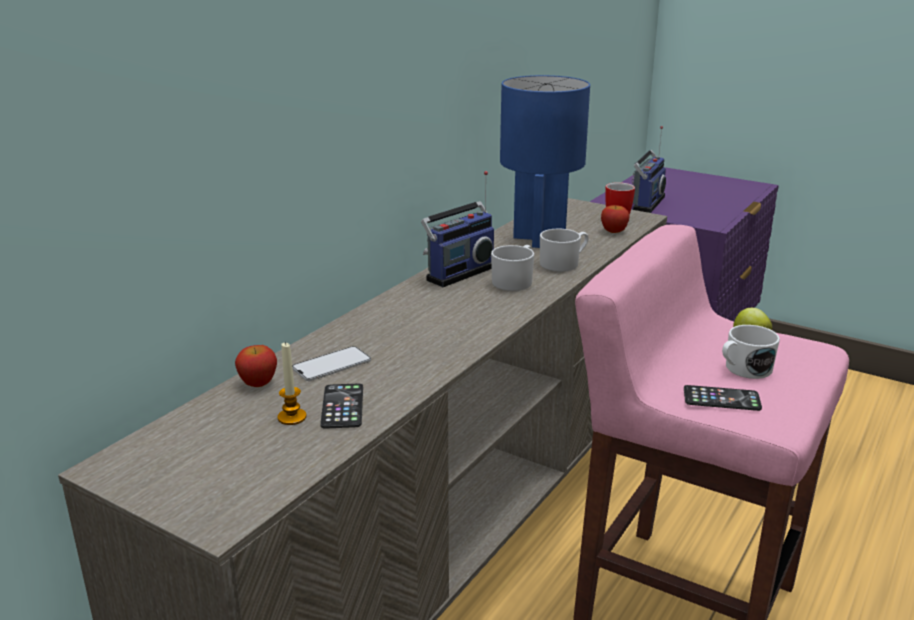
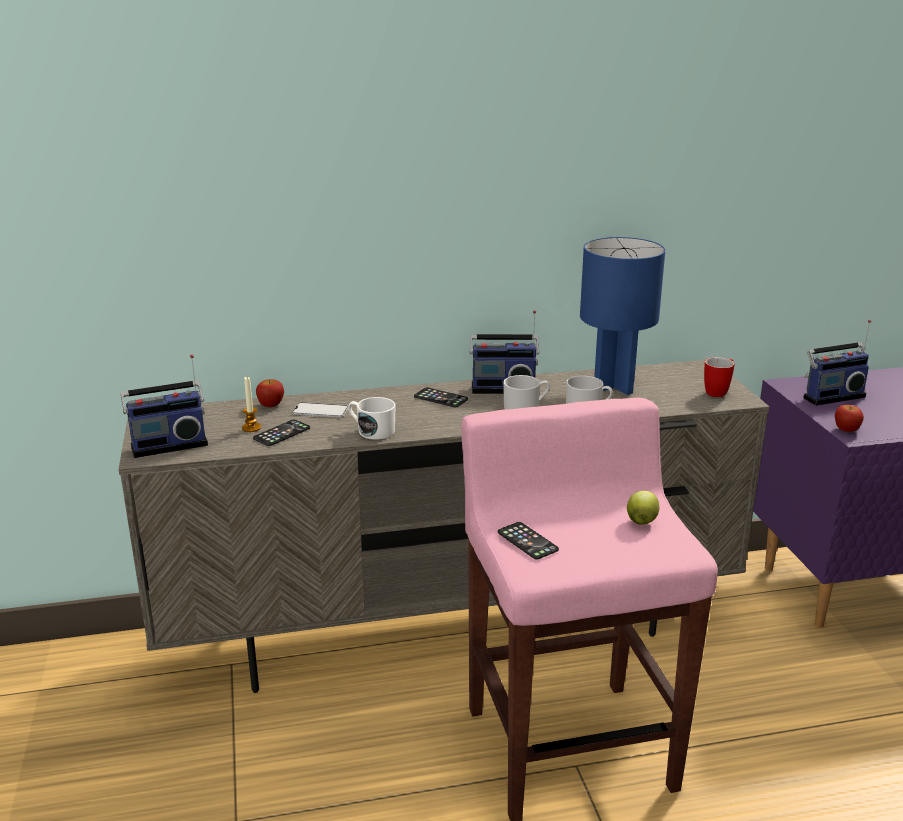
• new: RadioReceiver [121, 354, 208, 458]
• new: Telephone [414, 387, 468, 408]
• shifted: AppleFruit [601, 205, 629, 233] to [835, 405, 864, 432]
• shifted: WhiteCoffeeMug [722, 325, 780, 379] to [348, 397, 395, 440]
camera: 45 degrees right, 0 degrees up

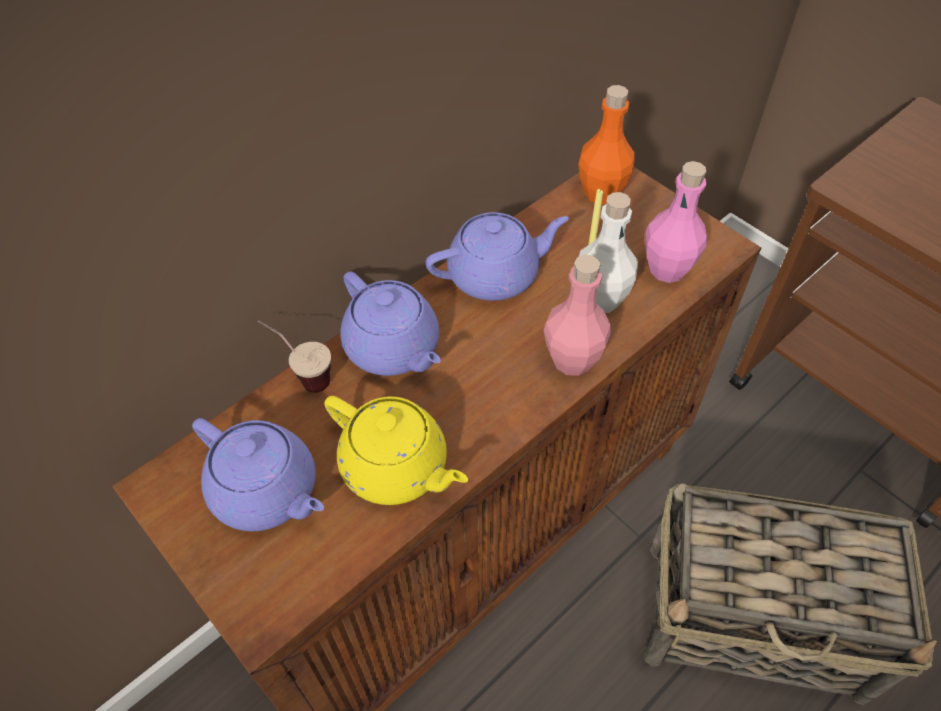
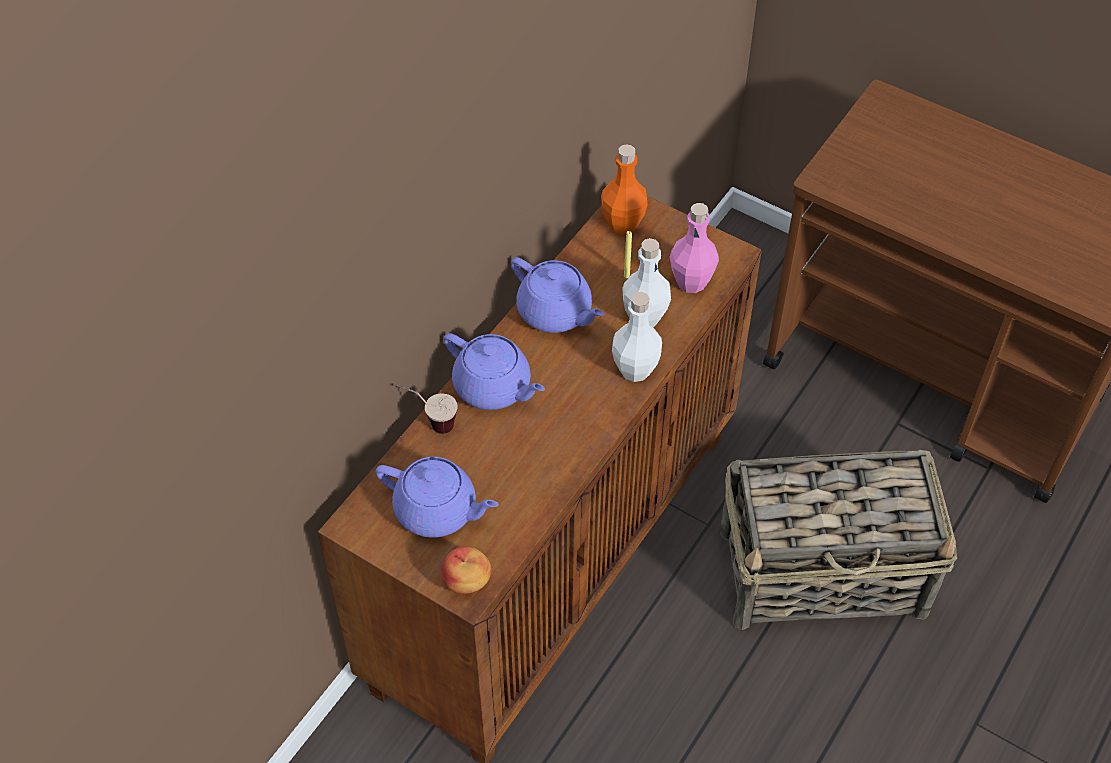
• gone: YellowTeapot [324, 396, 468, 505]
• new: AppleFruit [441, 546, 491, 594]
• repainted: PinkDrinkBottle [544, 255, 611, 376] to WhiteDrinkBottle [612, 292, 662, 382]
• rotated: PurplishTeapot [426, 212, 569, 301] = [511, 257, 604, 333] 75 degrees clockwise
camera: 15 degrees left, 0 degrees up

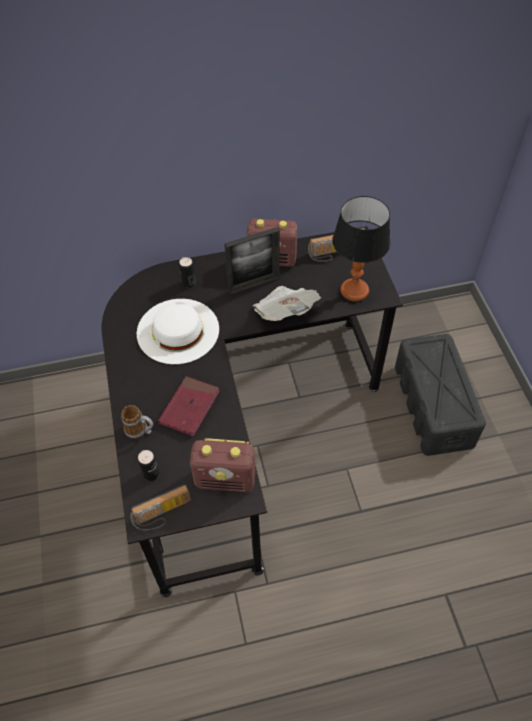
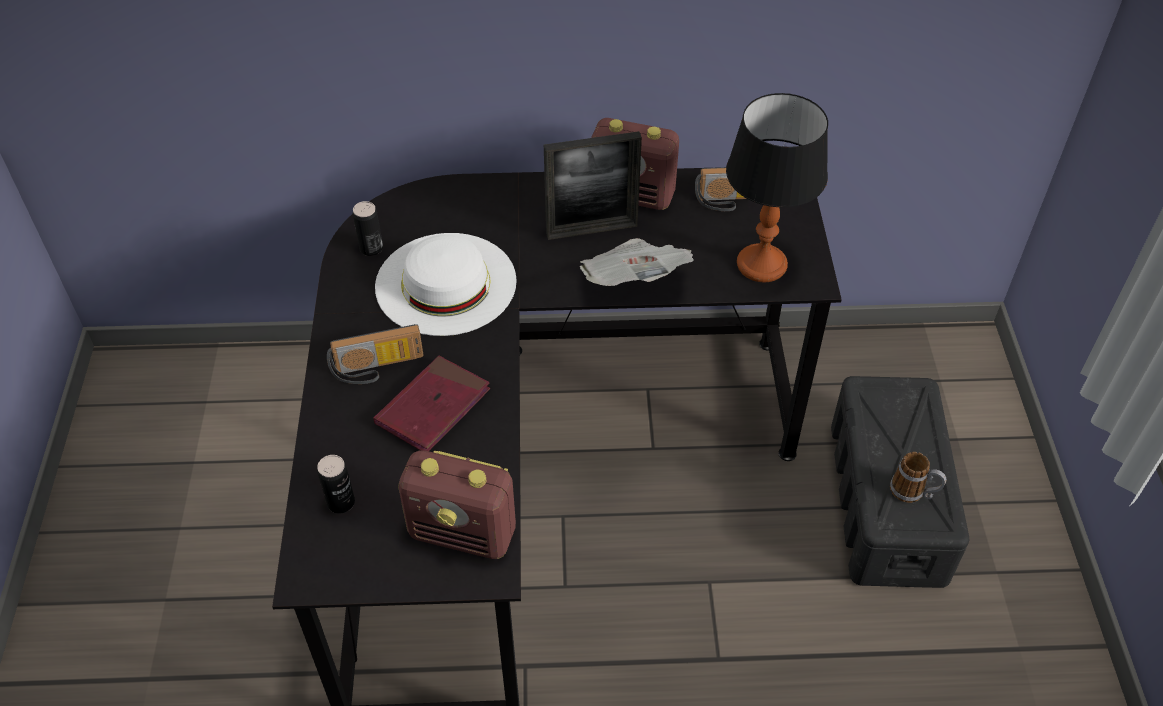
• shifted: CoffeeMug [121, 405, 153, 439] to [890, 452, 946, 503]
• shifted: RadioReceiver [130, 484, 191, 530] to [327, 324, 424, 384]
• shifted: MetalCan [179, 257, 196, 288] to [353, 201, 383, 256]
camera: 10 degrees right, 5 degrees down

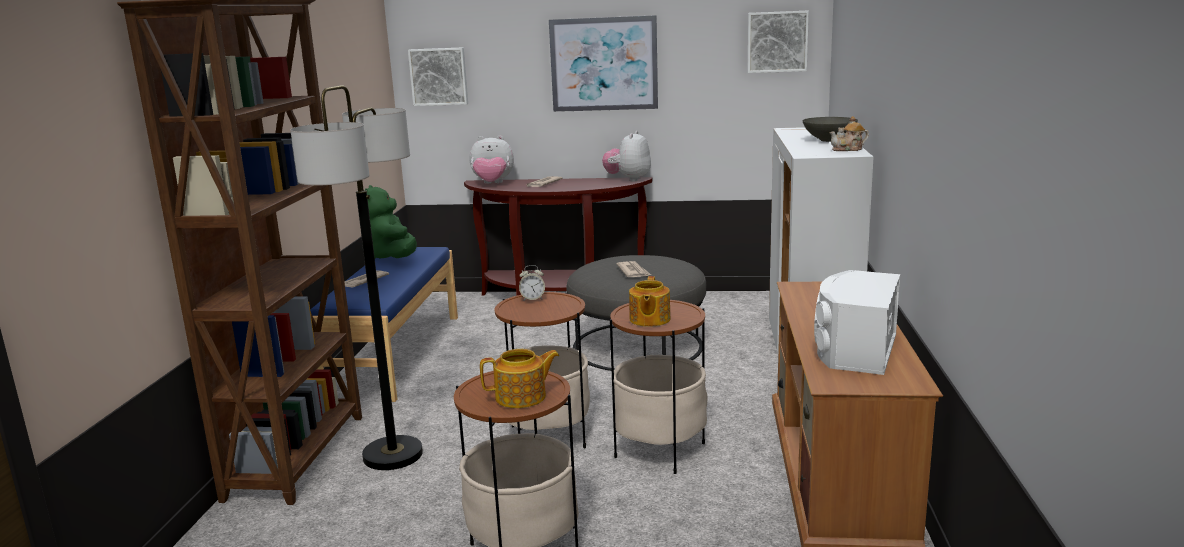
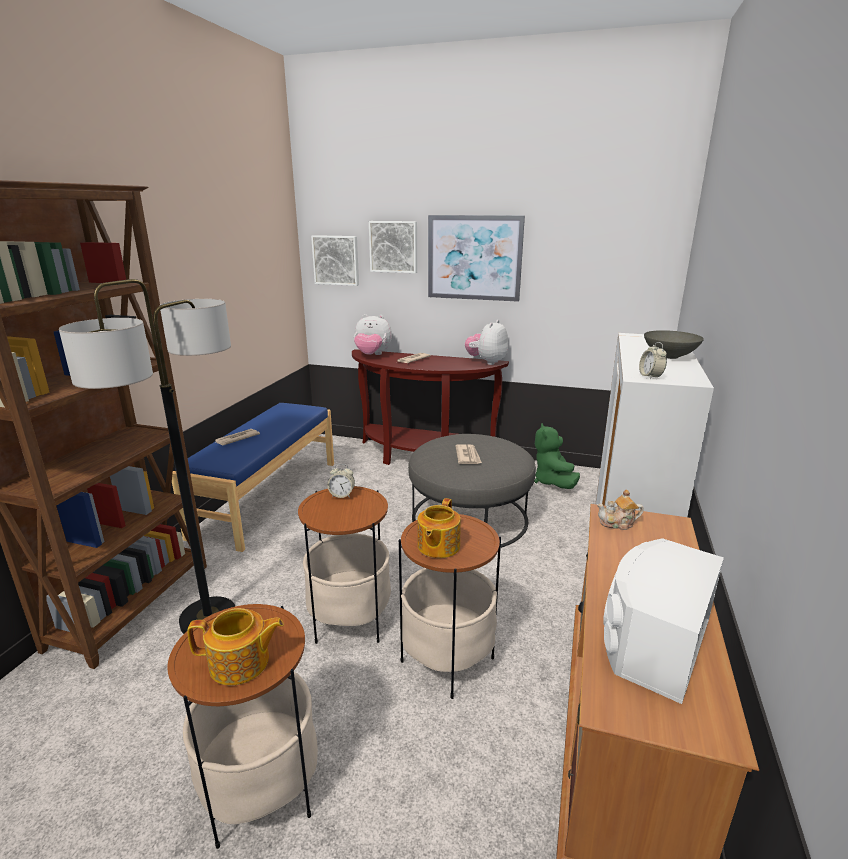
• new: BedsideClock [639, 342, 667, 380]
• shifted: GreenSoftToy [365, 185, 417, 258] to [534, 423, 580, 489]
• shifted: Picture [748, 11, 809, 73] to [369, 221, 417, 273]
• shifted: Teapot [829, 116, 869, 151] to [597, 489, 644, 530]
camera: 10 degrees right, 5 degrees up

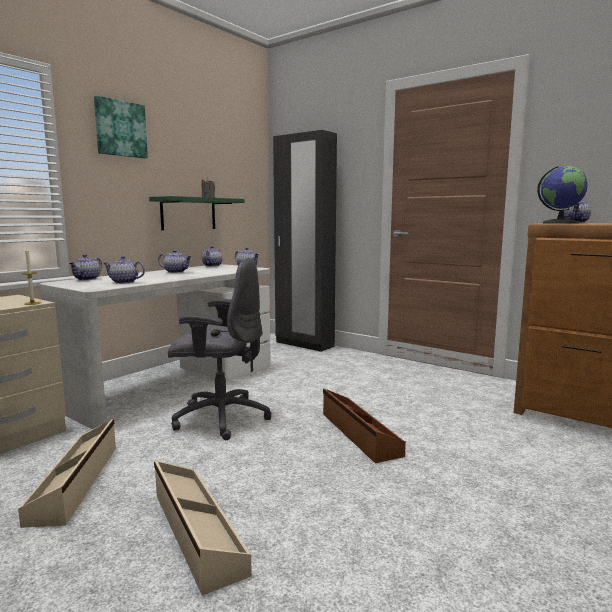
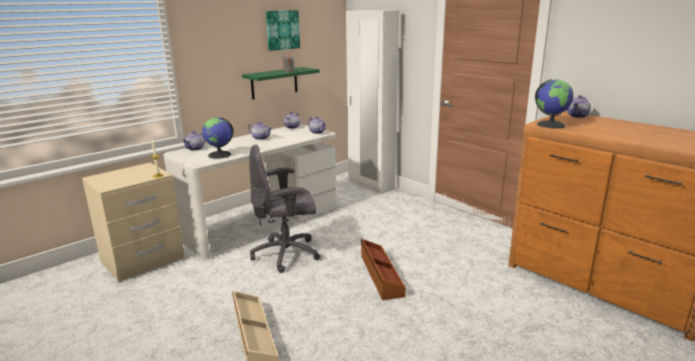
• gone: BeigeStorageBox [18, 419, 116, 528]
• shifted: Picture [94, 96, 148, 159] to [266, 10, 300, 51]
• swapped: Teapot [103, 256, 145, 284] to WorldGlobe [202, 117, 233, 159]
• repainted: BlackColouredWardrobe [273, 130, 337, 352] to WhiteWardrobe [346, 10, 399, 194]
• rotated: GreyDeskChair [168, 258, 272, 440] = [249, 144, 320, 273] 150 degrees clockwise
camera: 10 degrees right, 10 degrees up

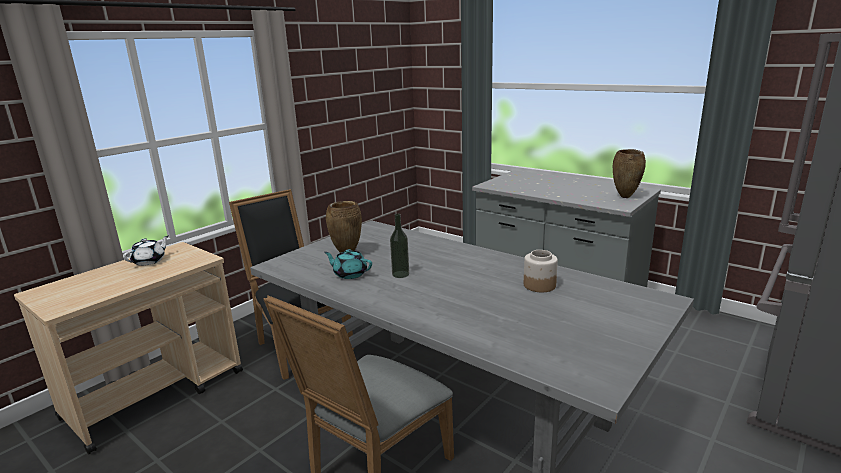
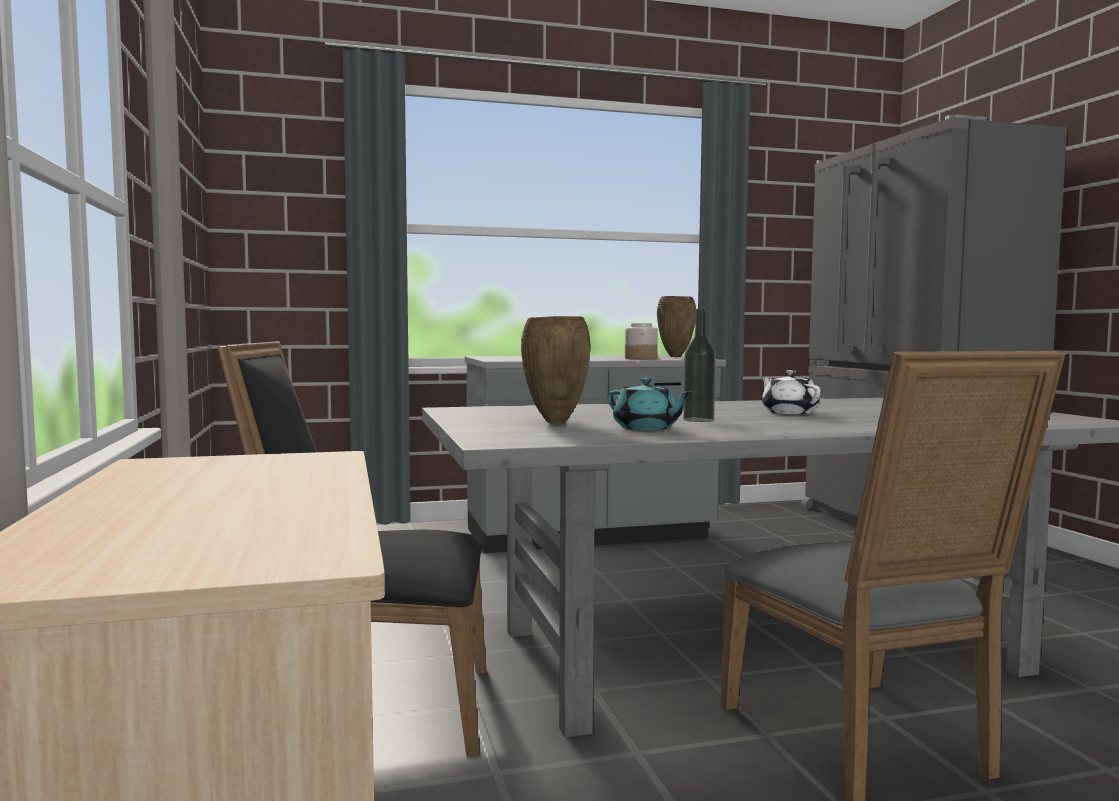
• shifted: WhiteTeapot [123, 235, 169, 266] to [761, 370, 821, 414]
• shifted: StorageJar [524, 250, 558, 292] to [625, 323, 658, 359]
• rotated: TurquoiseTeapot [324, 249, 372, 279] = [608, 378, 692, 430] 105 degrees counterclockwise
camera: 55 degrees left, 15 degrees down

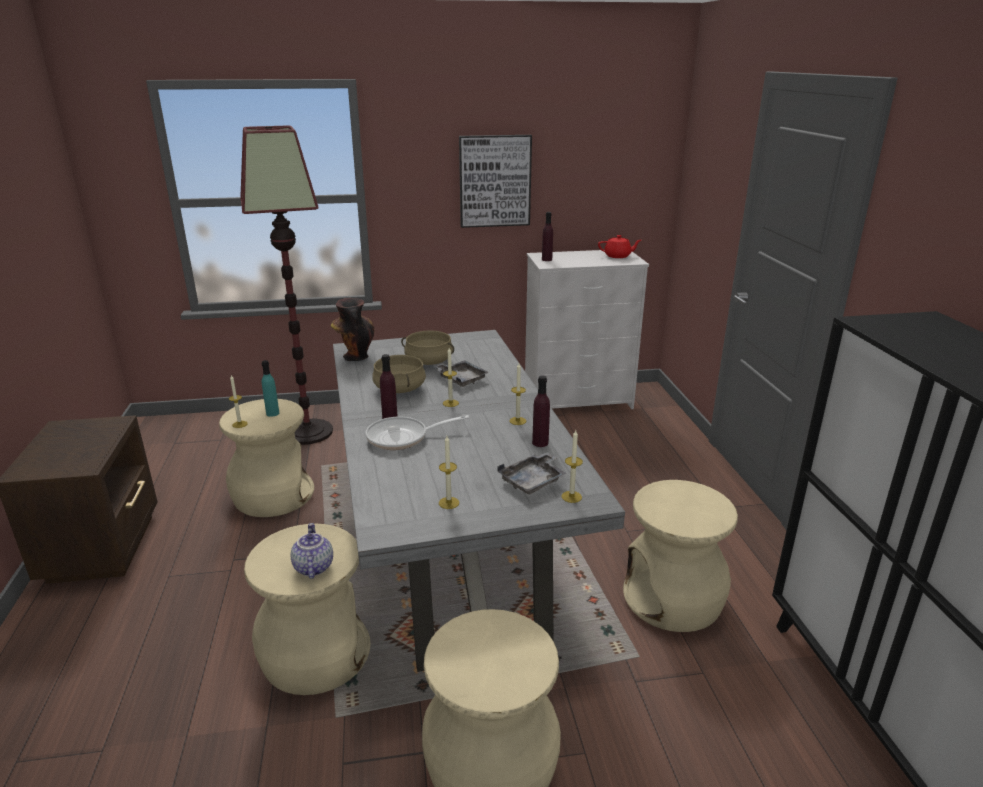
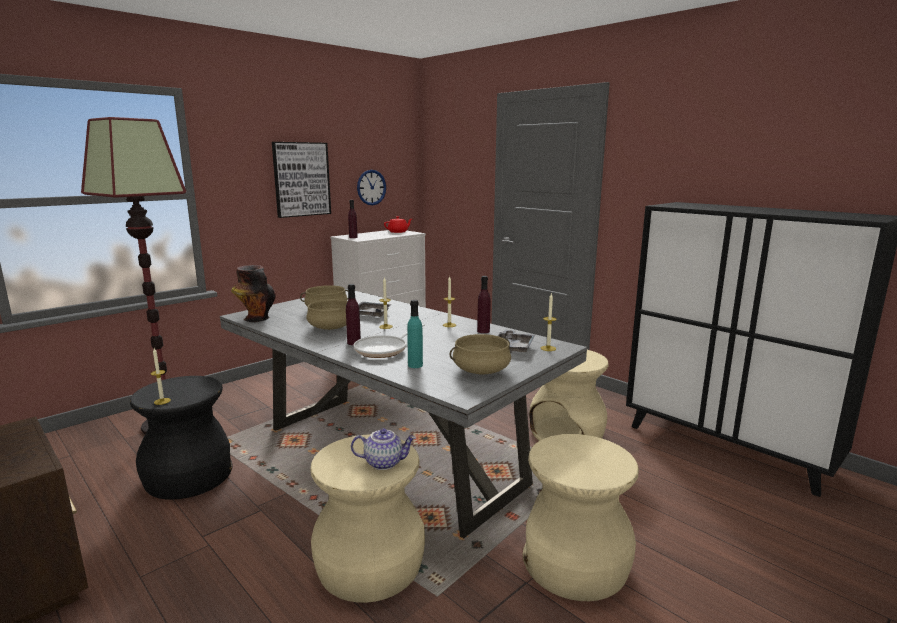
• new: HangingClock [357, 170, 386, 205]
• shifted: TurquoiseDrinkBottle [261, 360, 279, 417] to [407, 300, 423, 368]
• swapped: WaxLight [439, 436, 459, 509] to BeigeCookingPot [450, 334, 511, 374]
• repainted: BeigeStoolSeat [219, 399, 314, 517] to BlackColouredStoolSeat [130, 376, 233, 500]
• rotated: Teapot [291, 523, 333, 579] = [351, 428, 416, 470] 135 degrees clockwise
camera: 35 degrees left, 10 degrees down

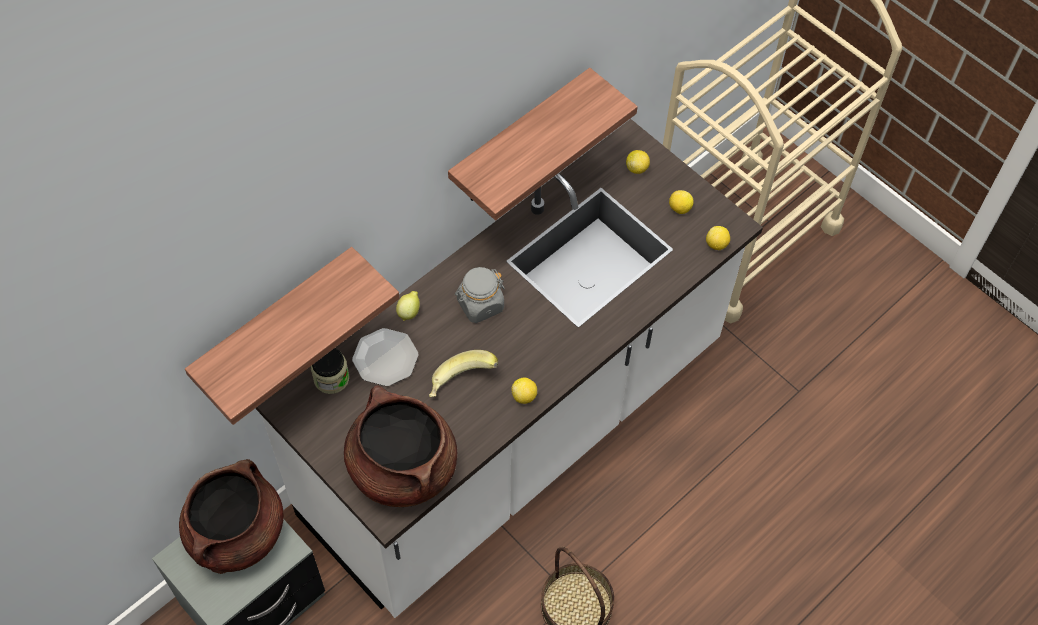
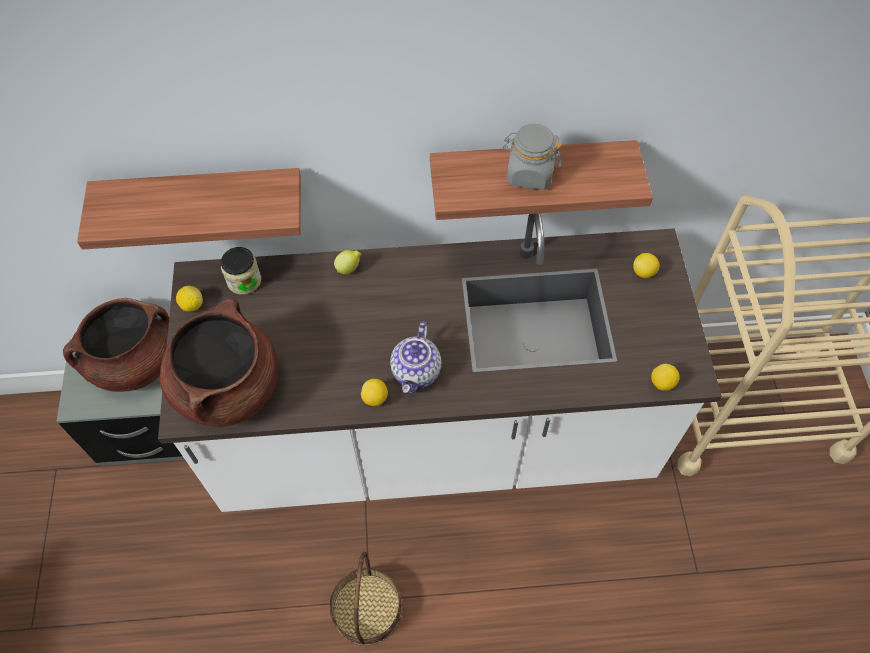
• gone: Plate [352, 328, 418, 386]
• gone: BananaFruit [429, 350, 498, 397]
• new: Teapot [390, 322, 441, 394]
• shifted: GreyStorageJar [455, 267, 505, 323] to [503, 124, 562, 190]
• shifted: Lemon [669, 190, 694, 214] to [176, 286, 203, 312]
camera: 40 degrees right, 0 degrees up

